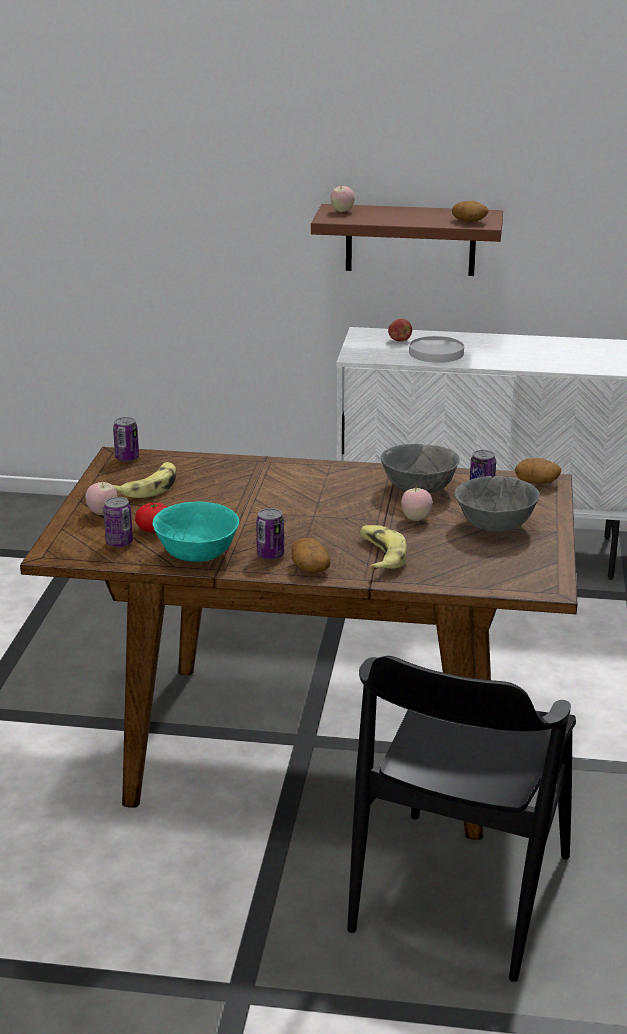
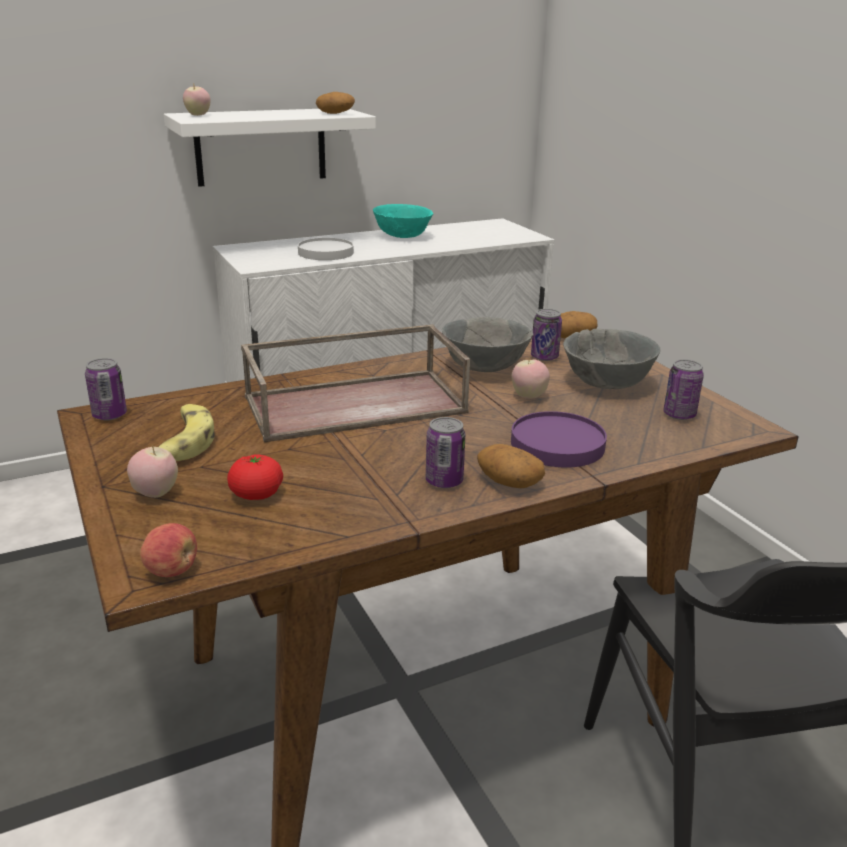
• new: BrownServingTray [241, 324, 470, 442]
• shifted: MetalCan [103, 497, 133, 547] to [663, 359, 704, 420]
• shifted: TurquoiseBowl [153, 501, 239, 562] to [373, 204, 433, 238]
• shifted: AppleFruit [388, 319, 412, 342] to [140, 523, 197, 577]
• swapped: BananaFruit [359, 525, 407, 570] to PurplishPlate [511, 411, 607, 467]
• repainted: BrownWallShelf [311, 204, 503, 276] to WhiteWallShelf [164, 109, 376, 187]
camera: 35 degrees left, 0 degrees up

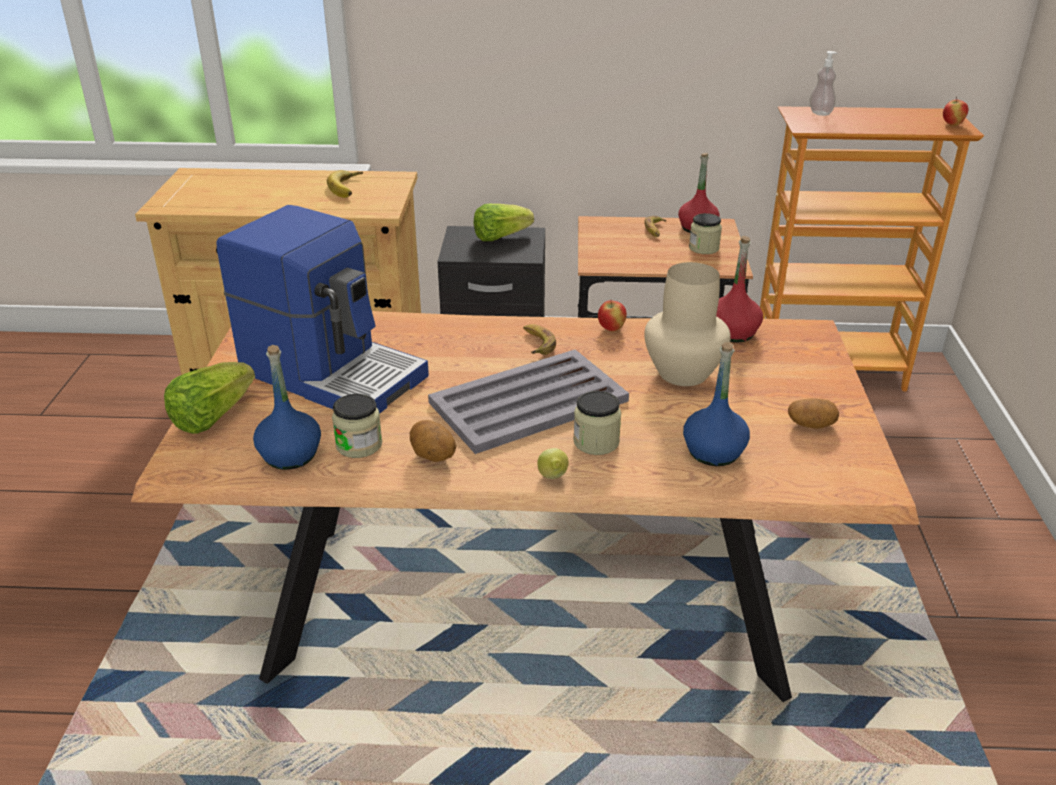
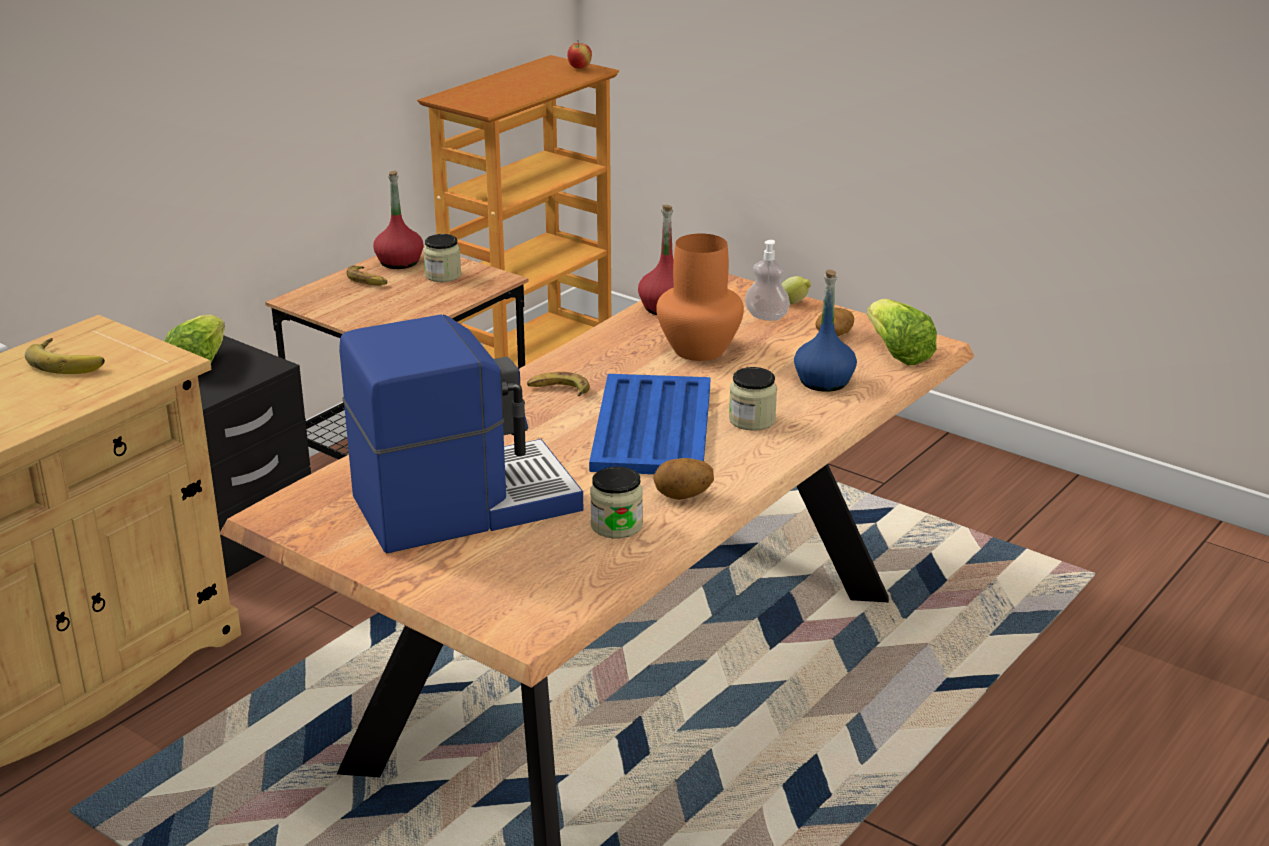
• gone: BluishDrinkBottle [253, 345, 321, 470]
• gone: AppleFruit [598, 300, 627, 331]
• shifted: HeadOfLettuce [164, 362, 255, 434] to [867, 299, 937, 365]
• shifted: Lemon [537, 448, 569, 479] to [782, 276, 811, 304]
• shifted: LiquidSoapBottle [809, 51, 838, 116] to [745, 240, 790, 321]
• repainted: GreyServingTray [428, 350, 629, 454] to BluishServingTray [589, 374, 710, 474]
• repainted: BeigeFlowerVase [644, 262, 731, 386] to OrangeColouredFlowerVase [656, 234, 744, 361]
camera: 55 degrees left, 5 degrees down

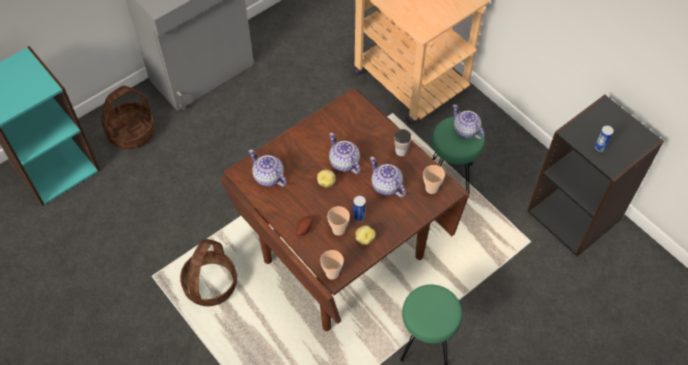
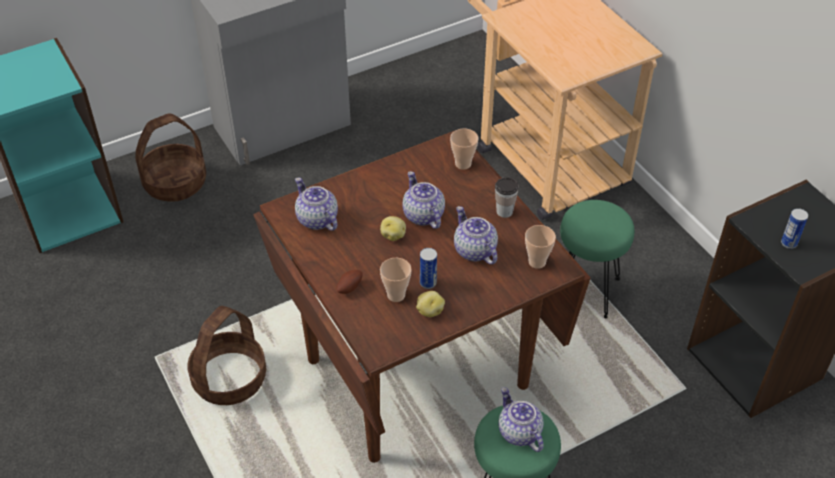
• shifted: SmallCup [320, 250, 344, 280] to [450, 129, 478, 170]
• shifted: Teapot [453, 104, 484, 140] to [498, 387, 543, 452]
camera: 10 degrees right, 10 degrees down

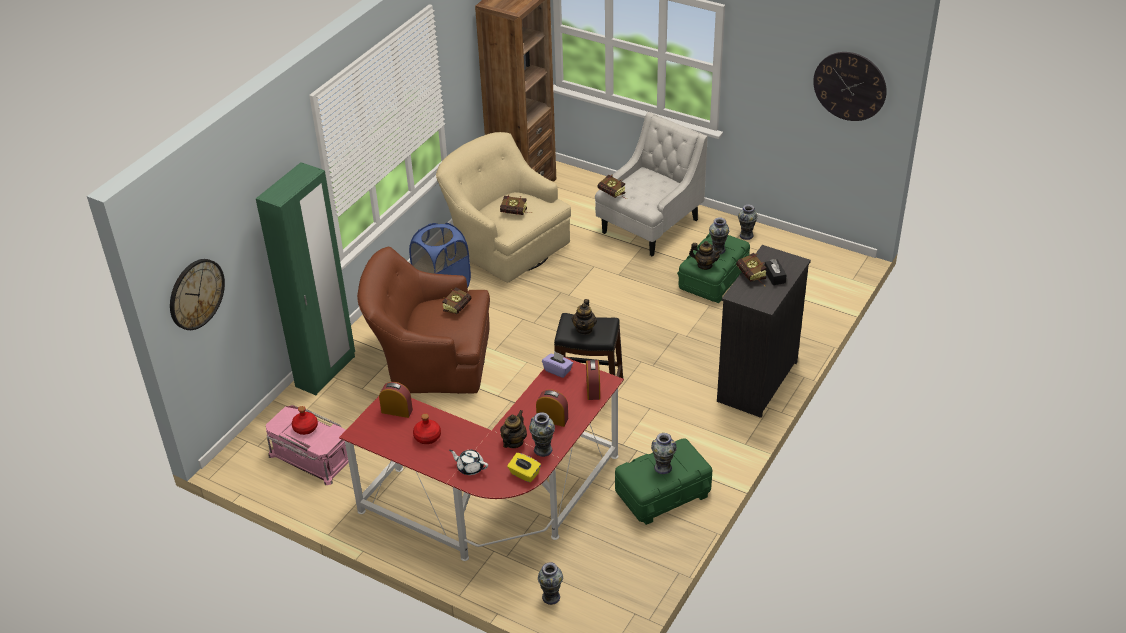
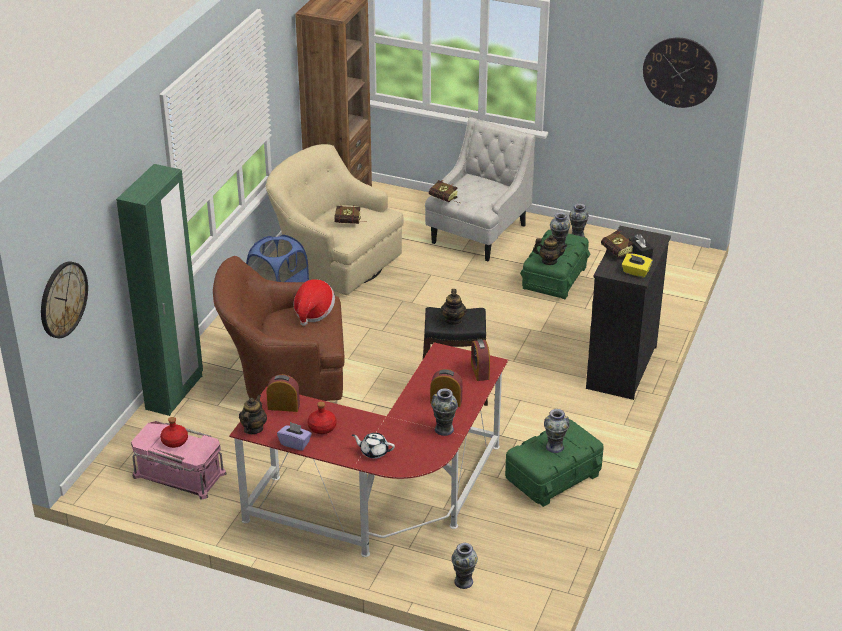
• shifted: Teapot [500, 410, 527, 448] to [239, 395, 267, 434]
• shifted: YellowTissueHolder [507, 453, 541, 483] to [622, 253, 653, 278]
• shifted: PurplishTissueHolder [542, 351, 573, 378] to [277, 422, 312, 451]
• swapped: Volume [442, 287, 472, 314] to WearableHat [293, 279, 335, 326]
camera: 10 degrees left, 5 degrees down

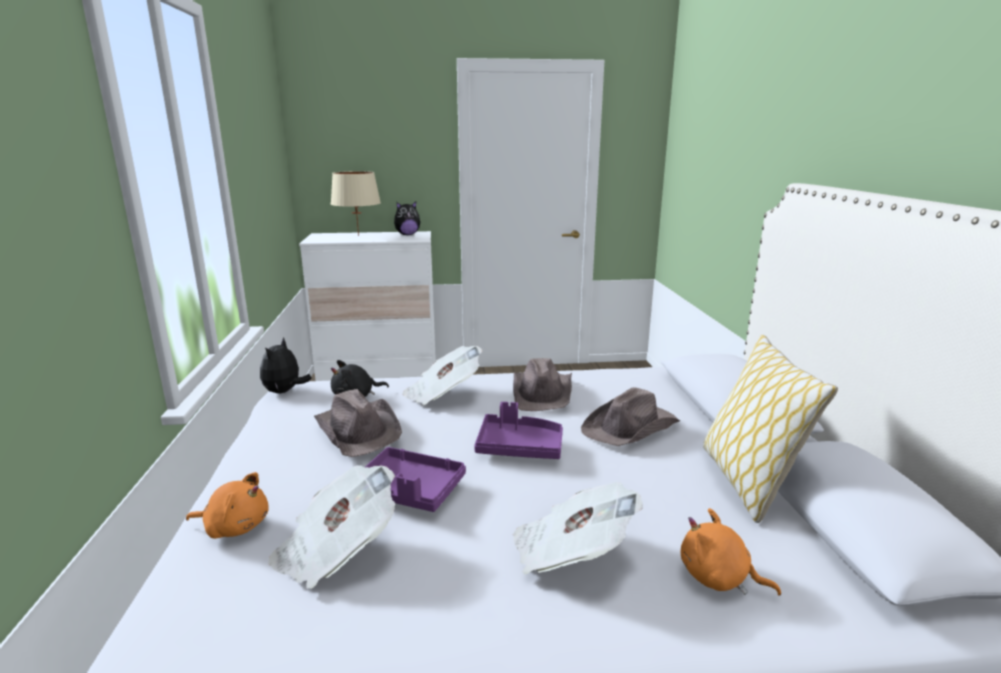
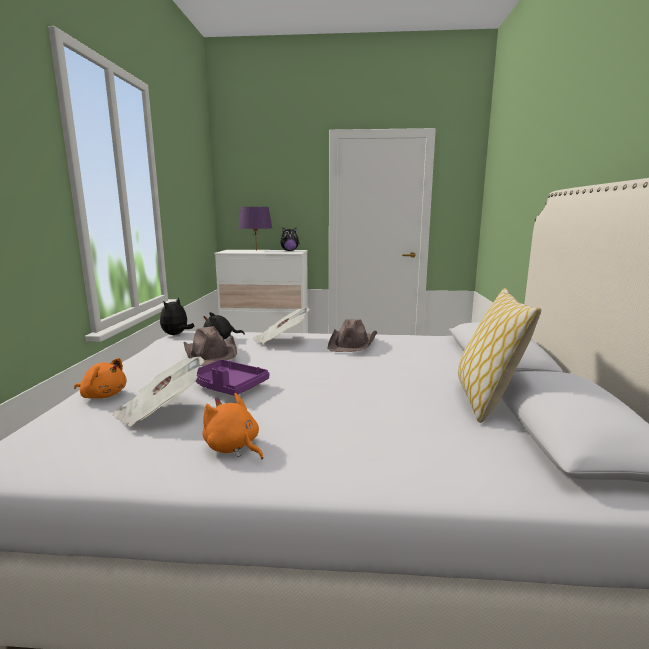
• gone: PurplishServingTray [474, 402, 563, 459]
• gone: PrintedPaper [513, 482, 643, 574]
• gone: BrownWearableHat [581, 387, 680, 446]
• shifted: OrangeColouredSoftToy [681, 508, 781, 596] to [202, 393, 263, 460]
• repainted: BeigeTabletopLamp [331, 171, 381, 236] to PurplishTabletopLamp [239, 207, 272, 251]
camera: 10 degrees right, 5 degrees down

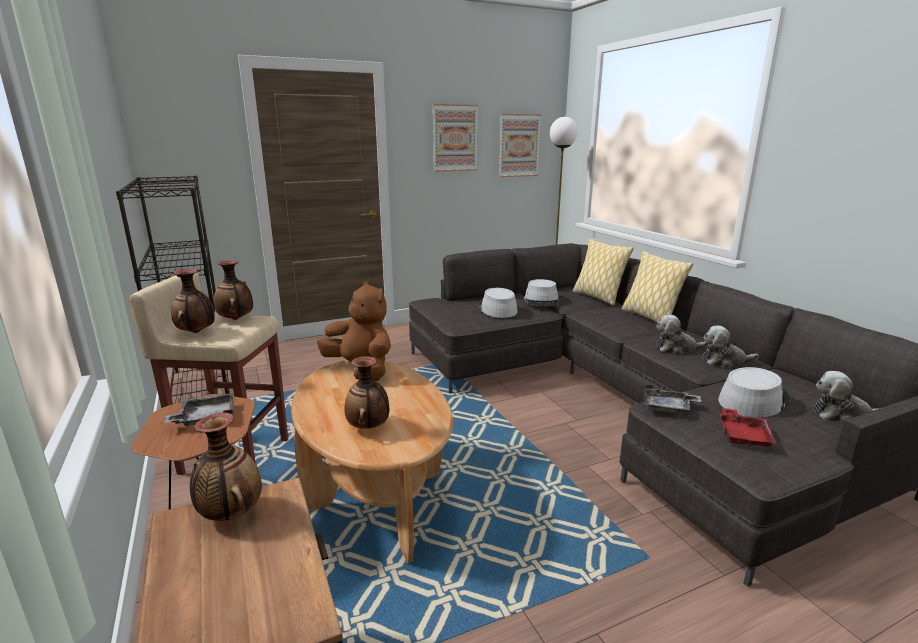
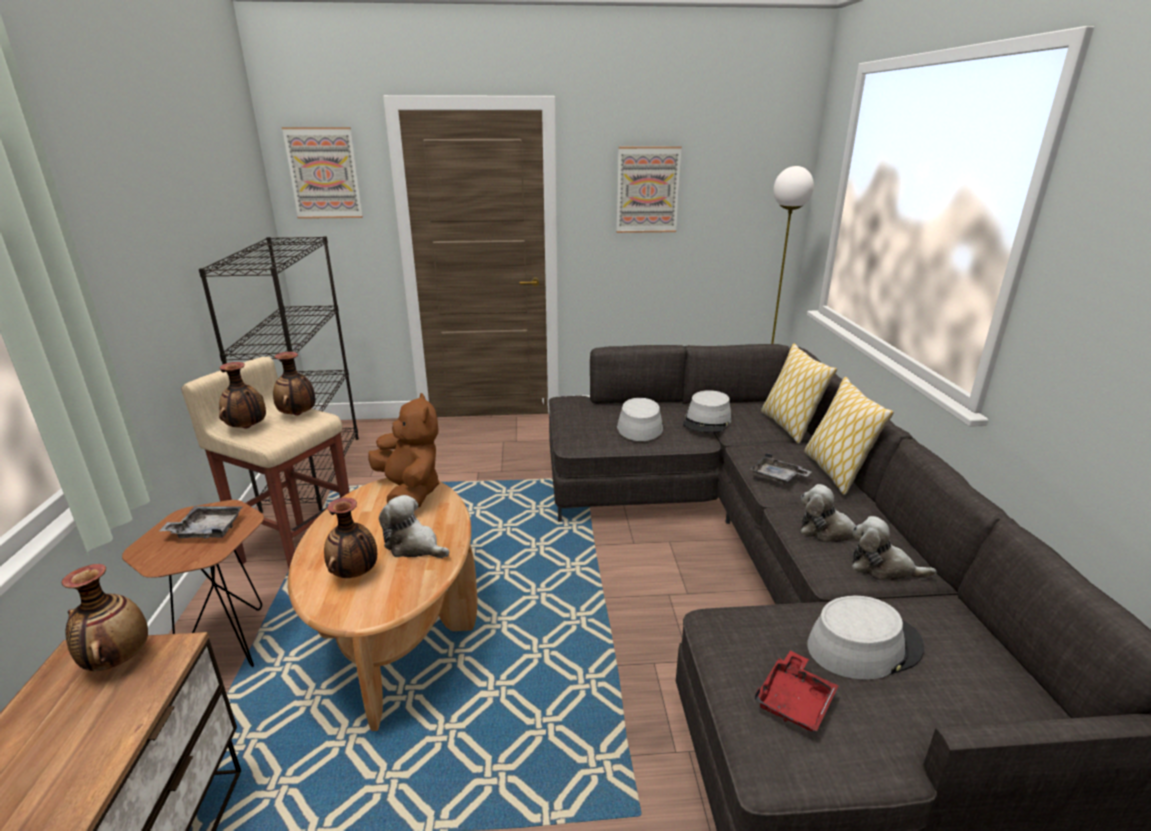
• shifted: Picture [499, 114, 541, 177] to [282, 127, 363, 219]
• shifted: GreyServingTray [644, 384, 701, 415] to [750, 453, 811, 485]
• shifted: SoftToy [813, 371, 879, 423] to [379, 495, 449, 558]
camera: 20 degrees right, 5 degrees up

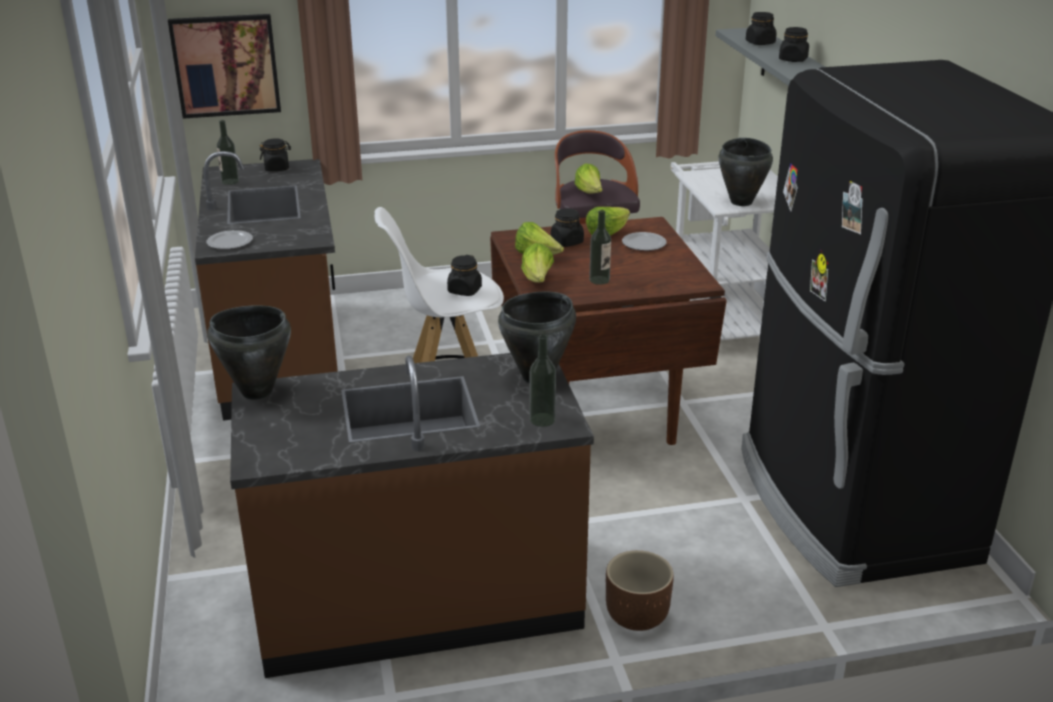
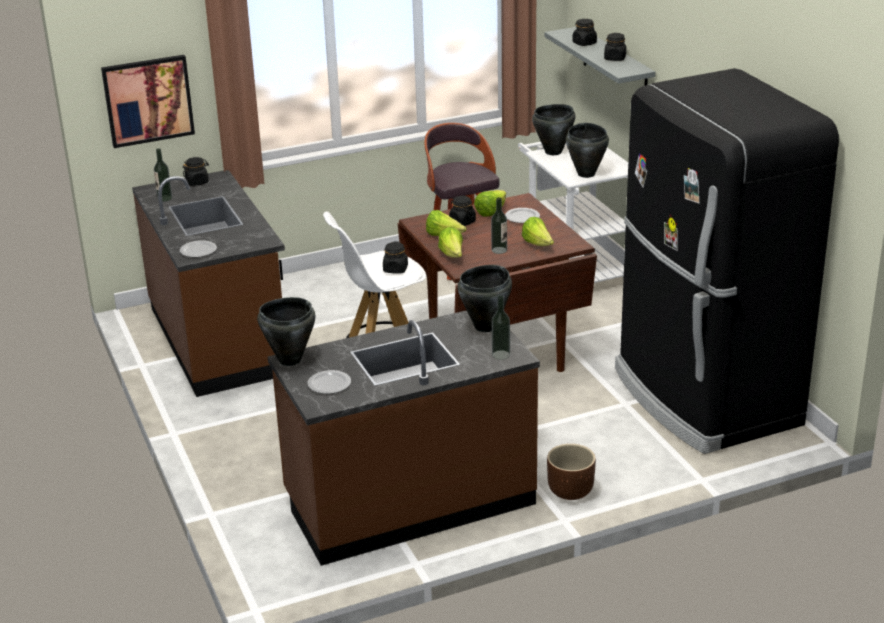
• new: Plate [308, 370, 351, 394]
• new: BlackColouredCookingPot [532, 104, 575, 155]
• shifted: HeadOfLettuce [575, 164, 602, 194] to [522, 217, 554, 246]
camera: 10 degrees left, 0 degrees up

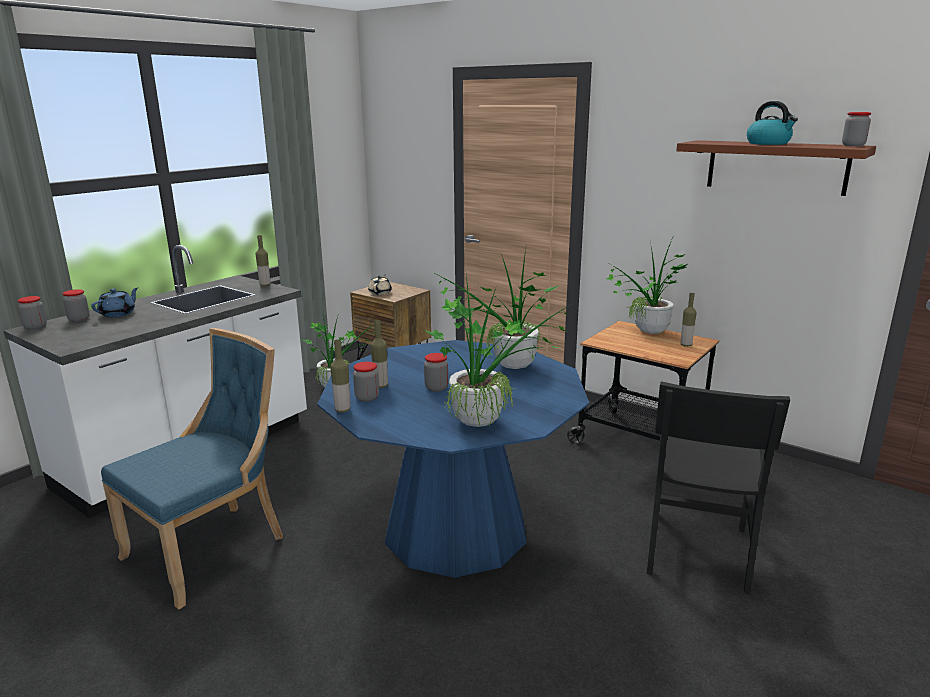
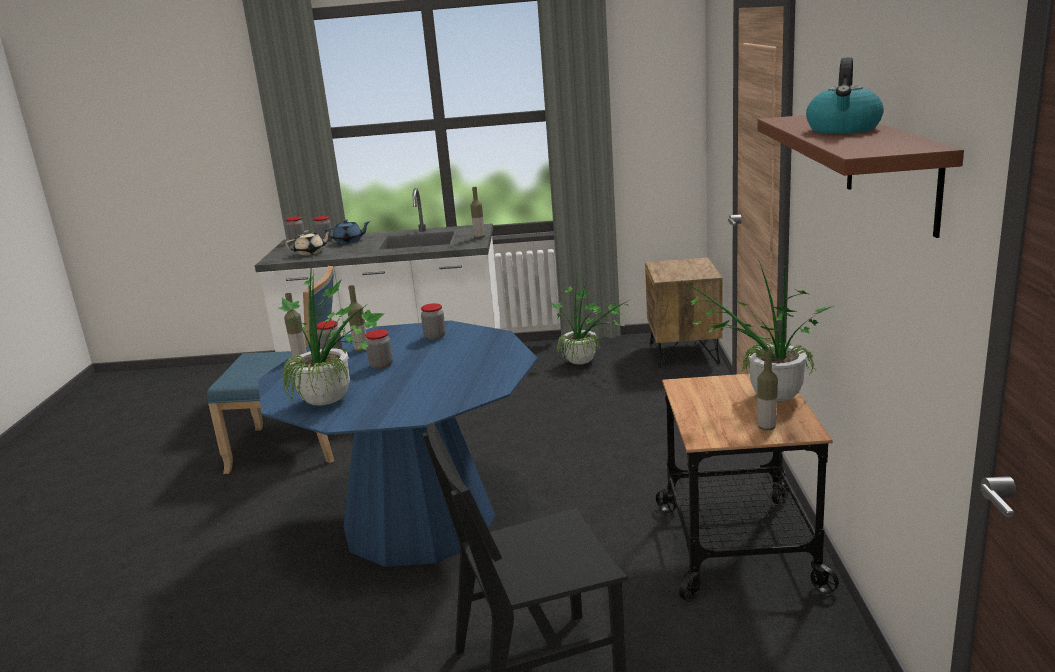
• gone: Houseplant [438, 249, 560, 369]
• shifted: BeigeTeapot [368, 275, 392, 295] to [285, 230, 331, 255]
• shifted: StorageJar [842, 112, 871, 146] to [421, 303, 446, 340]
camera: 55 degrees right, 0 degrees up

